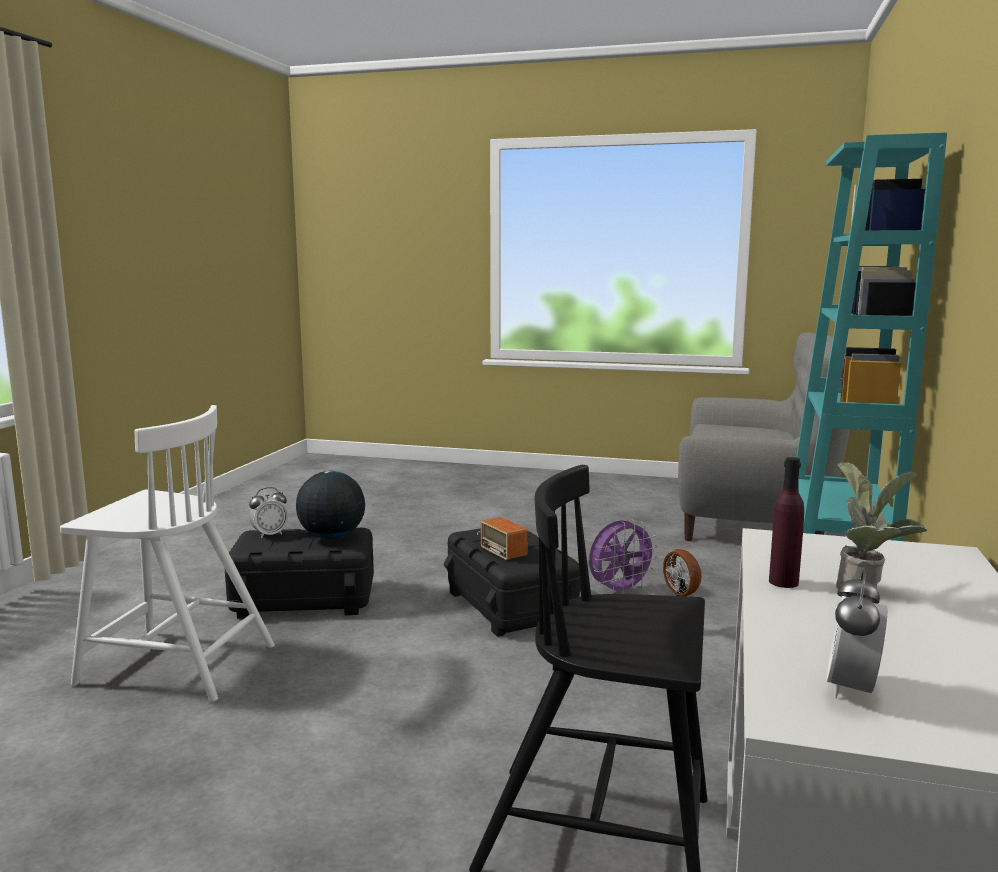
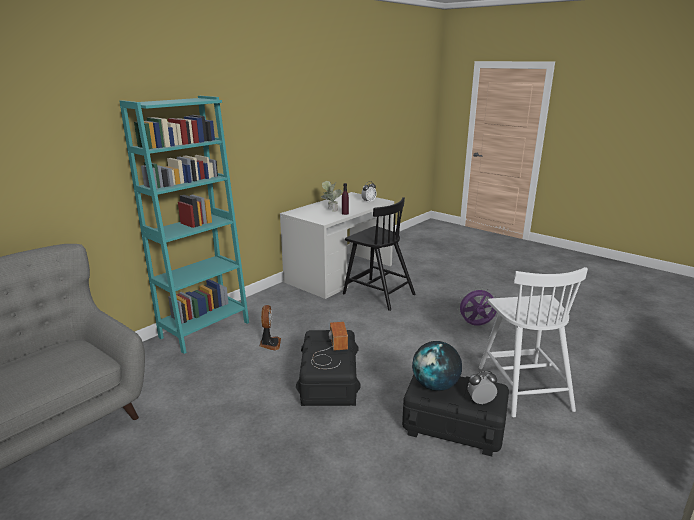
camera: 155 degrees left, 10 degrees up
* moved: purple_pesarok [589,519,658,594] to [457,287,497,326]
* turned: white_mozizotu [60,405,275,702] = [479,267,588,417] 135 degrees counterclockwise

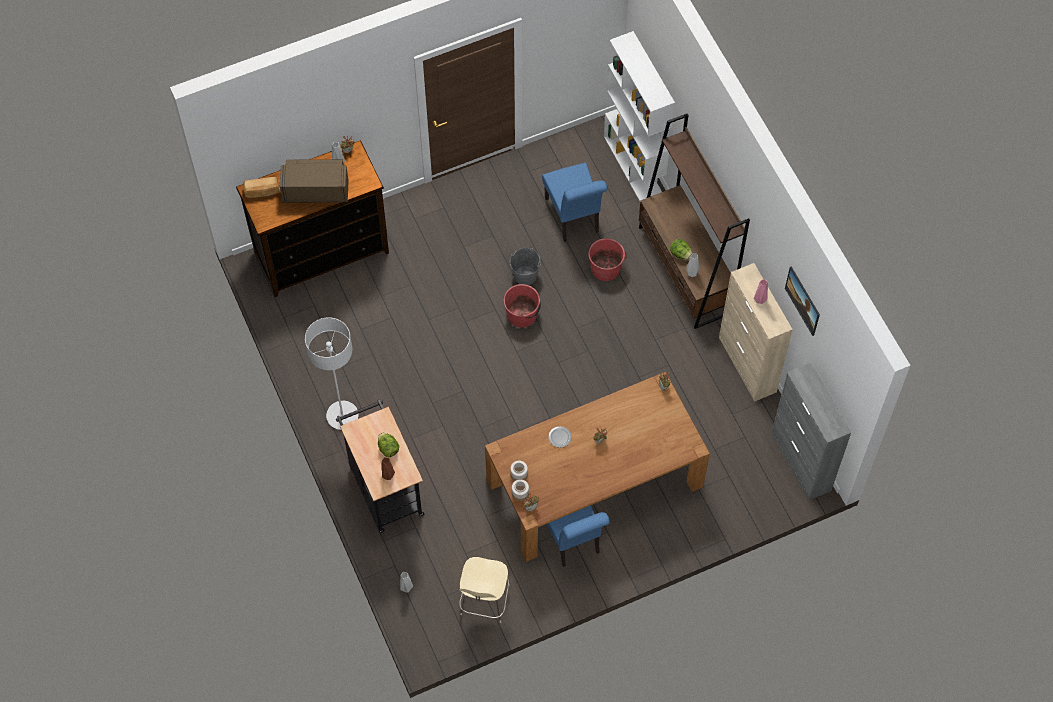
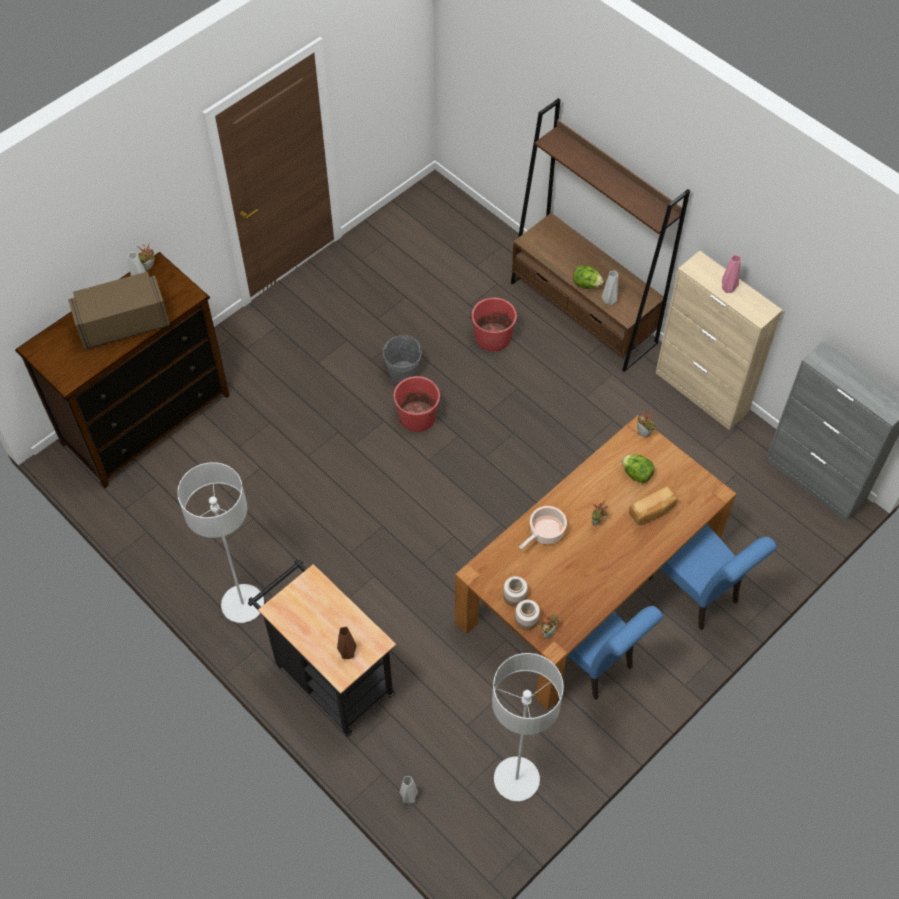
camera: 20 degrees left, 5 degrees down
* replaced: beige_mozizotu [459,557,510,623] to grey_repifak [492,653,564,801]
* replaced: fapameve [548,426,572,448] to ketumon [519,506,567,549]
* moved: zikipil [378,433,399,457] to [622,455,655,483]
* moved: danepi [243,177,279,198] to [629,487,678,525]
* moved: blue_mozizotu [542,162,607,242] to [648,524,777,630]
* removed: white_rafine [604,31,675,201]
* removed: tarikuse [785,266,820,336]

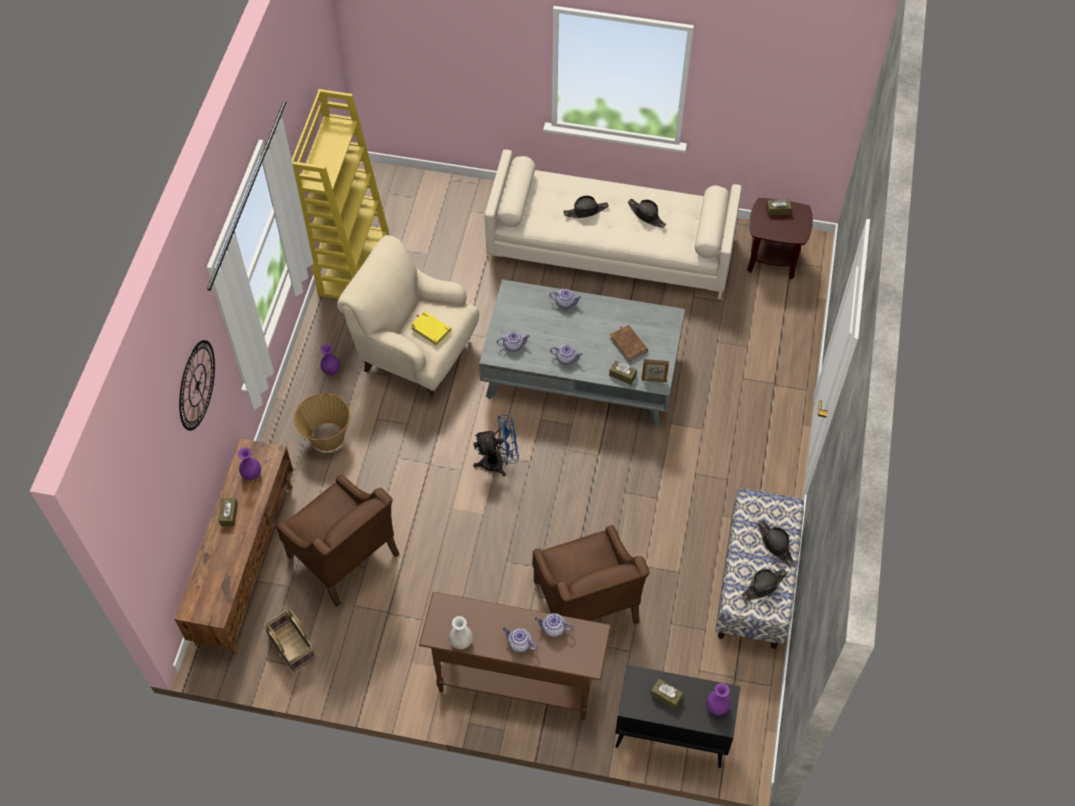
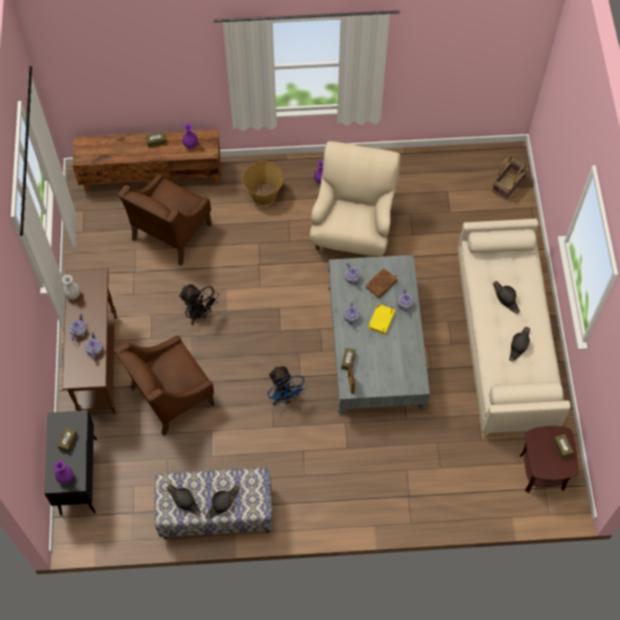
camera: 75 degrees right, 5 degrees up
* added: black_pesarok [179,284,219,325]
* moved: blue_pesarok [473,415,519,476] to [268,366,308,406]
* moved: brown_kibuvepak [610,325,648,362] to [365,268,397,299]
* moved: yellow_kibuvepak [410,311,451,346] to [368,304,396,335]
* moved: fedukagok [263,610,315,672] to [492,156,528,200]
* removed: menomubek [179,340,215,431]
* removed: yellow_rafine [292,89,389,299]

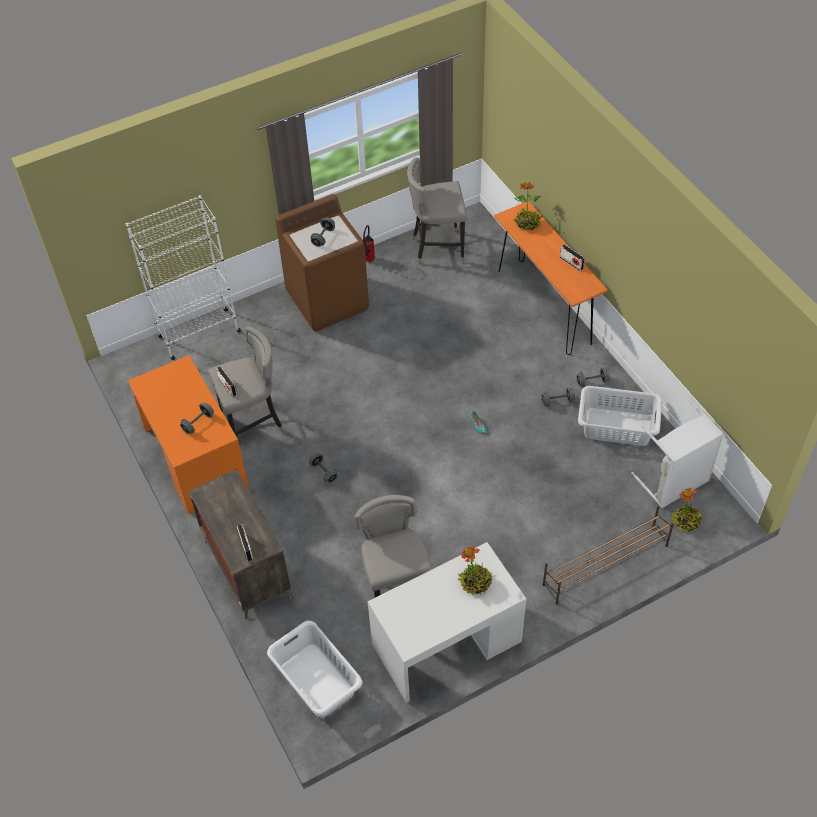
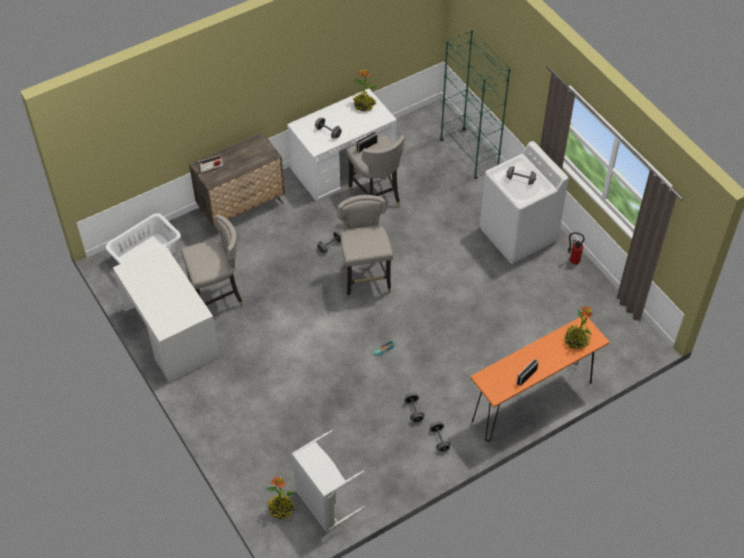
camera: 85 degrees right, 0 degrees up
* recoloured: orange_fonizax [128,355,249,514] to white_fonizax [287,89,397,201]
* moved: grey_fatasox [407,157,467,264] to [338,195,393,299]
* moved: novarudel [458,546,493,595] to [353,70,377,111]
* recoloured: white_rafine [126,195,241,360] to green_rafine [440,29,511,179]
* recoloured: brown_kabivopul [275,194,369,332] to white_kabivopul [480,141,569,264]
* removed: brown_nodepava [542,506,674,604]
* removed: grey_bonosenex [578,386,662,446]

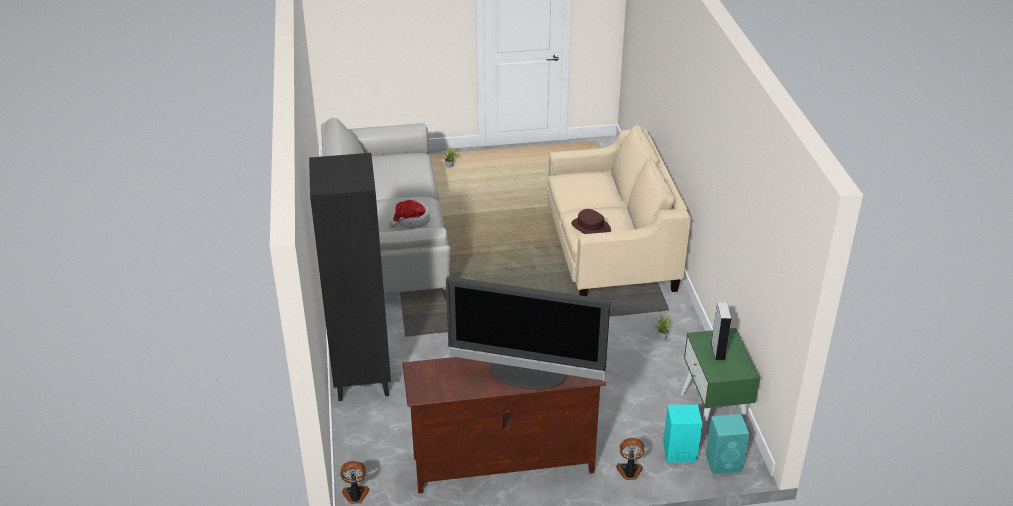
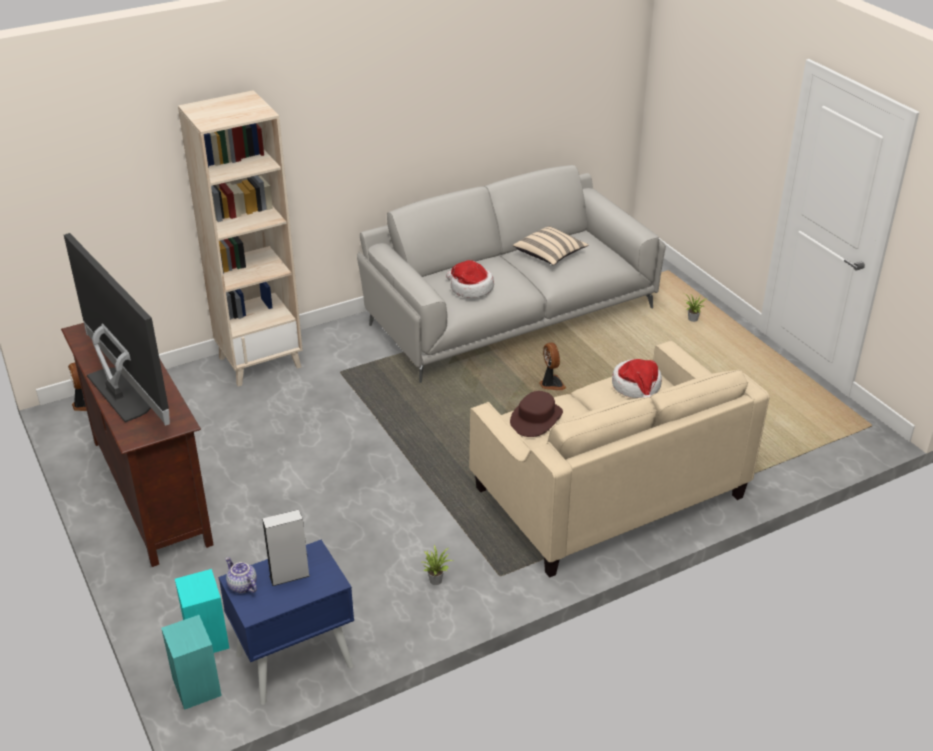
camera: 70 degrees right, 0 degrees up
* turned: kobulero [446,276,611,389] = [64,233,170,426] 150 degrees clockwise
* recoloured: black_rafine [309,153,391,401] to beige_rafine [178,90,303,387]
* recoloured: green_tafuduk [681,328,760,440] to blue_tafuduk [218,540,354,705]
* added: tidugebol [225,557,257,593]
* added: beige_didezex [513,226,589,265]
* moved: pesarok [616,438,644,480] to [539,342,566,390]
* added: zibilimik [612,359,662,398]

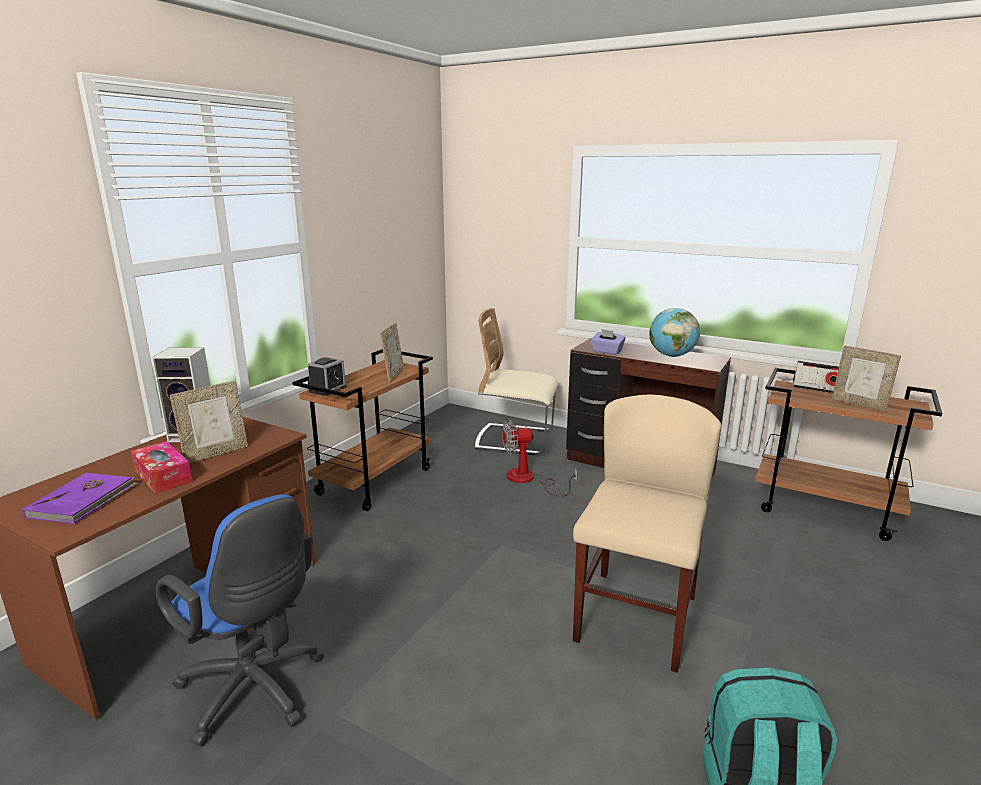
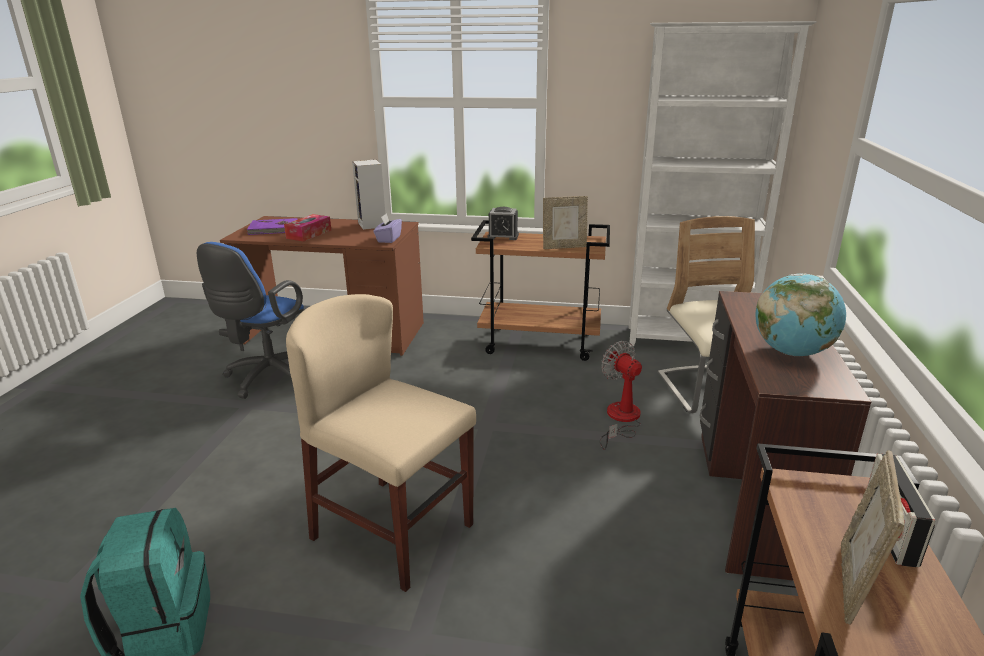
camera: 70 degrees right, 5 degrees up
* turned: beige_mozizotu [573,395,721,673] = [286,294,476,592] 150 degrees counterclockwise
* moved: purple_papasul [591,329,625,355] to [374,213,402,243]
* added: white_rafine [628,21,817,347]
* removed: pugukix [170,381,248,464]

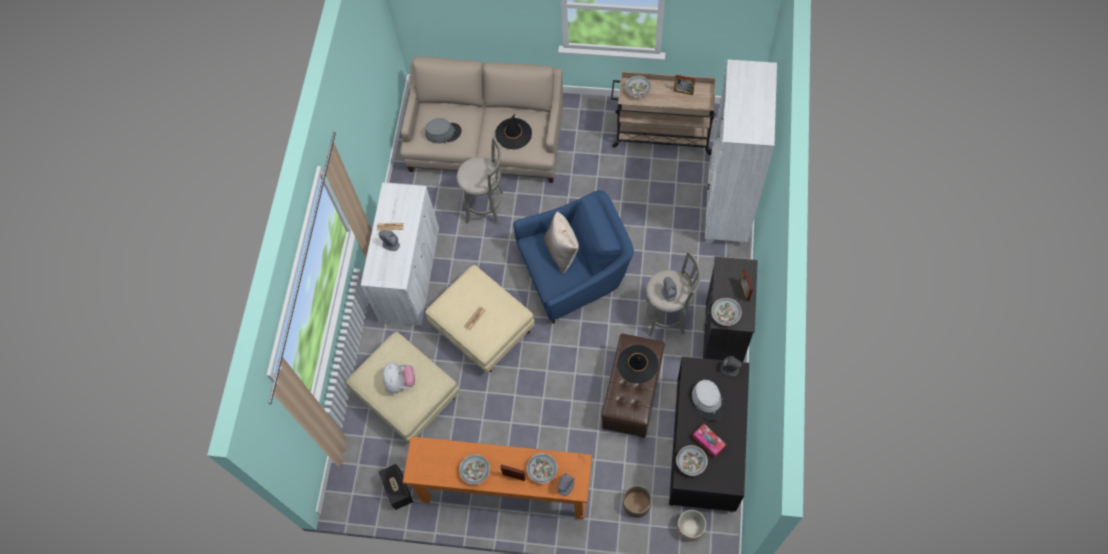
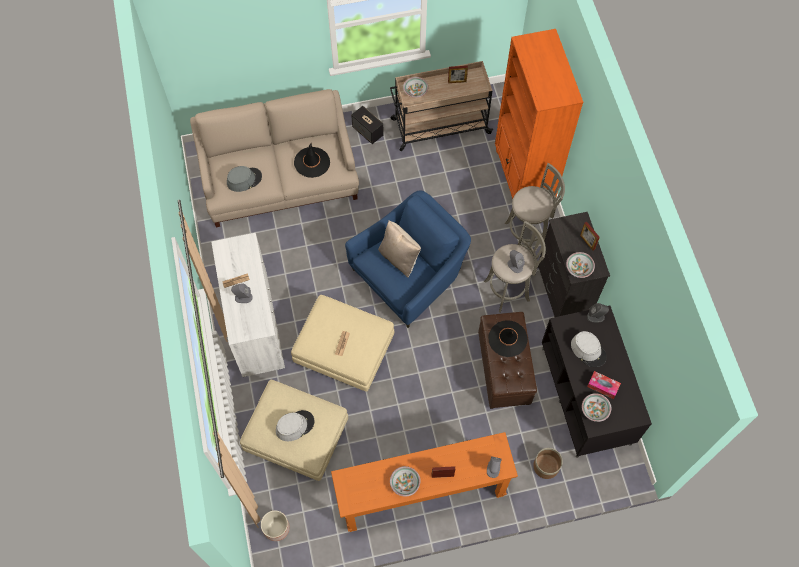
camera: 25 degrees left, 0 degrees up
* moved: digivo [677,510,706,542] to [261,510,290,541]
* replaced: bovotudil [383,362,415,393] to grey_zibilimik [276,410,314,441]
* moved: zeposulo [379,464,413,510] to [351,106,384,144]
* recoloured: white_rafine [705,60,777,246] to orange_rafine [495,29,583,199]
* moved: grey_fatasox [457,137,503,225] to [505,163,565,244]
* removed: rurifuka [526,453,558,484]

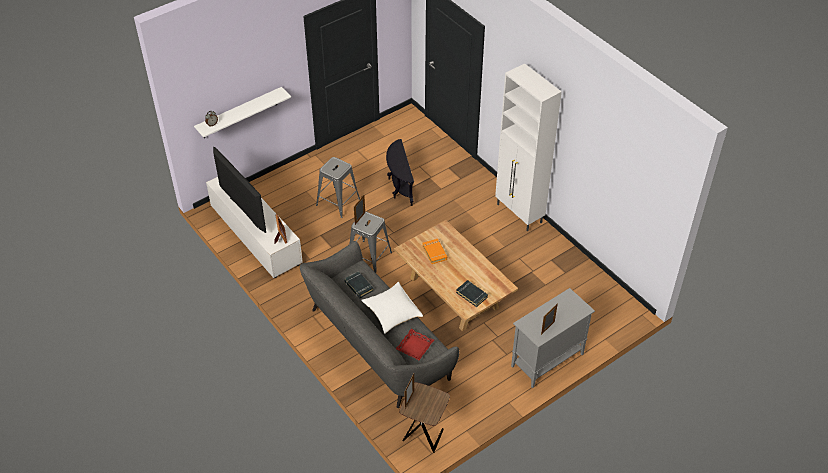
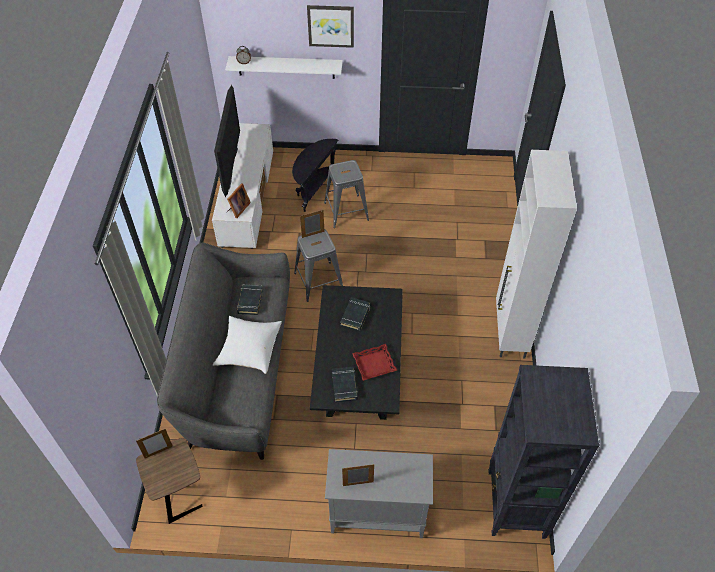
camera: 40 degrees right, 5 degrees up
* moved: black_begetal [386,139,414,206] to [292,139,339,212]
* added: tarikuse [307,5,354,48]
* recoloured: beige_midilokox [394,220,518,331] to black_midilokox [310,285,403,420]
* recoloured: orange_kibuvepak [422,239,447,264] to black_kibuvepak [340,297,371,331]
* moved: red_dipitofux [396,329,434,360] to [352,344,397,381]
* added: black_rafine [488,365,599,539]

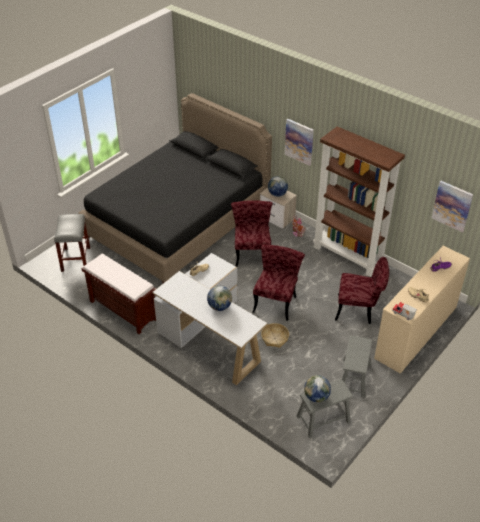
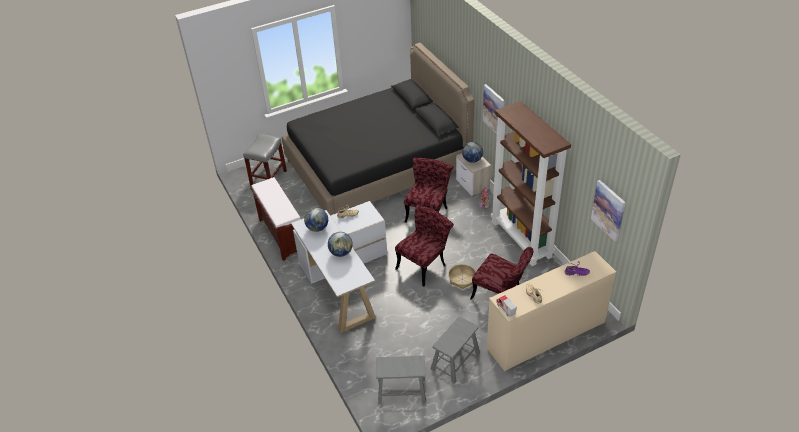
camera: 25 degrees right, 0 degrees up
* moved: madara [304,375,331,403] to [304,208,328,232]
* moved: fedukagok [261,323,289,348] to [448,264,476,289]

